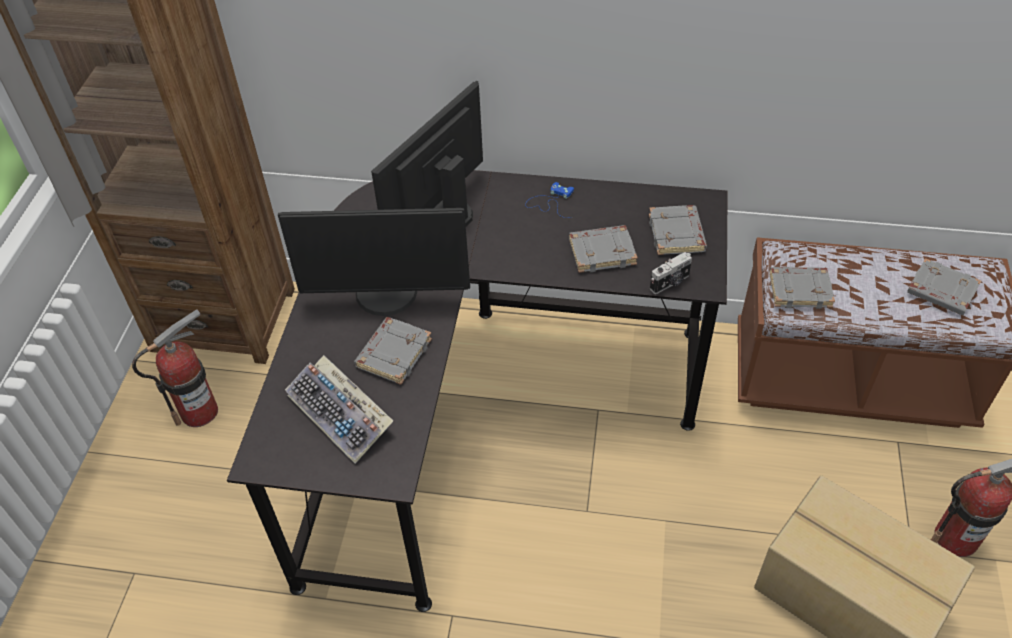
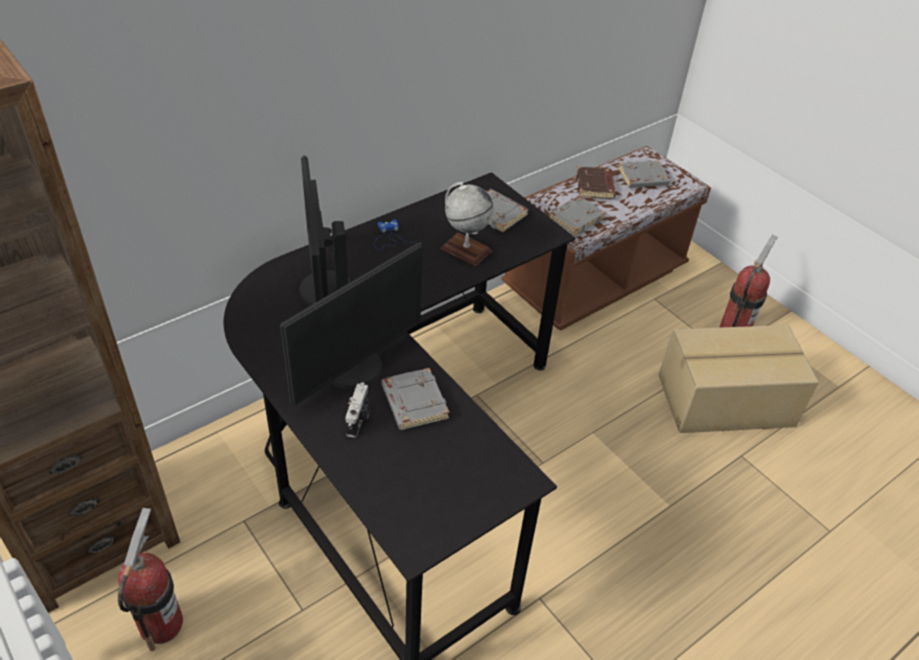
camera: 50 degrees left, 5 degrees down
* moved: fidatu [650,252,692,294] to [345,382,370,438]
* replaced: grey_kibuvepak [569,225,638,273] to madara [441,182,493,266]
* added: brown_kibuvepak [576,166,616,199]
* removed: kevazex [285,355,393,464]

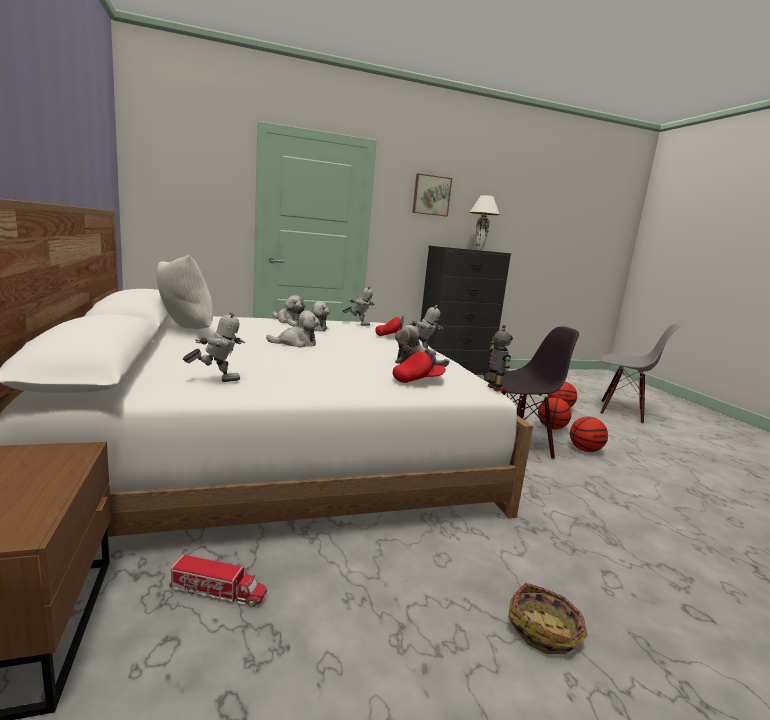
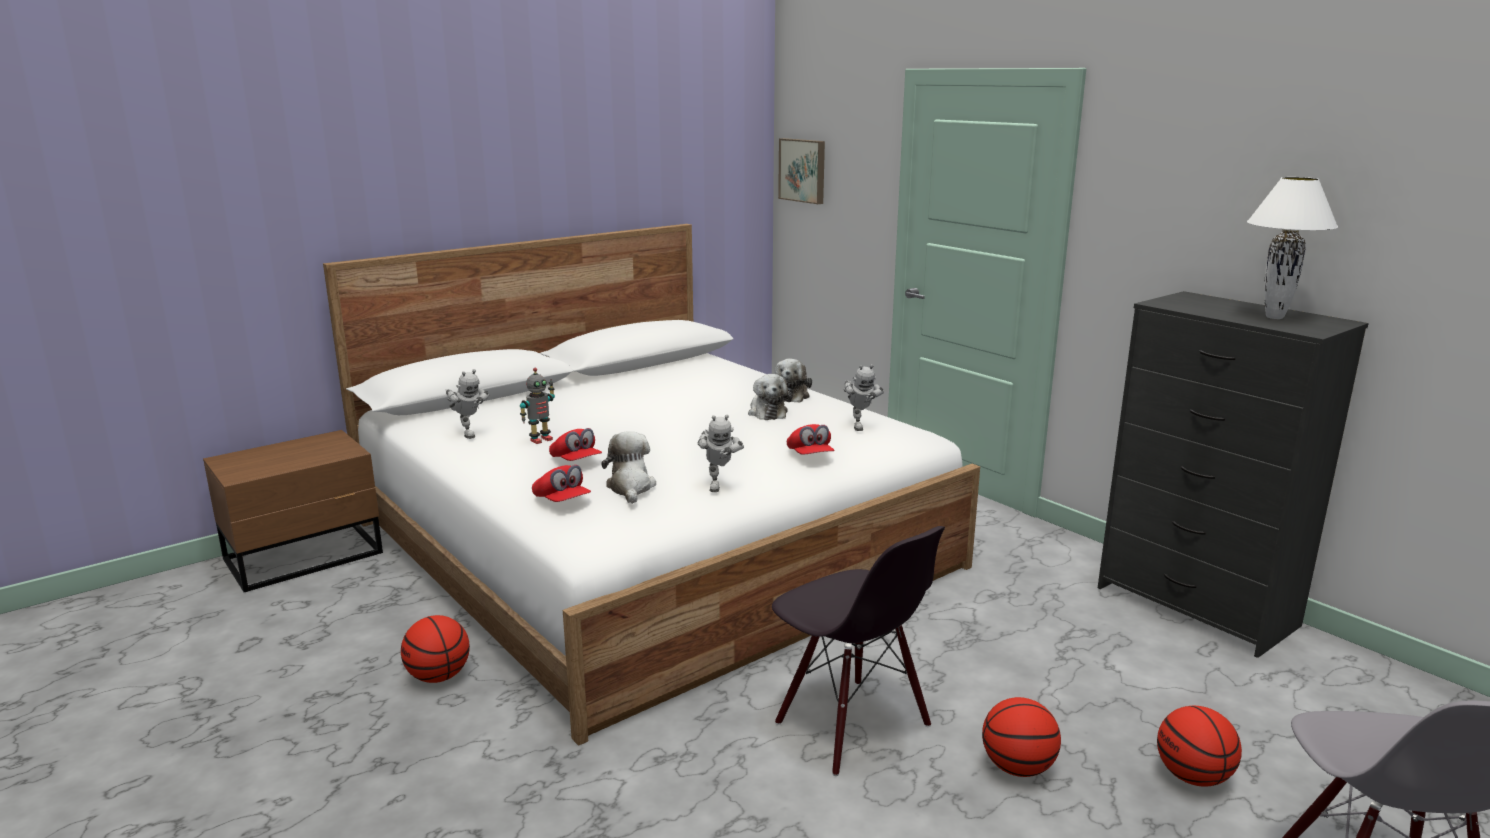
camera: 70 degrees right, 5 degrees up
* moved: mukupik [570,417,608,452] to [401,615,470,683]
* moved: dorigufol [488,325,513,391] to [520,368,555,444]
* added: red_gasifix [549,428,602,461]
* moved: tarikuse [413,174,452,216] to [778,138,825,204]
* removed: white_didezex [157,255,213,329]
* removed: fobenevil [169,555,267,607]
* removed: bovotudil [266,310,320,348]
* removed: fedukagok [508,583,588,654]

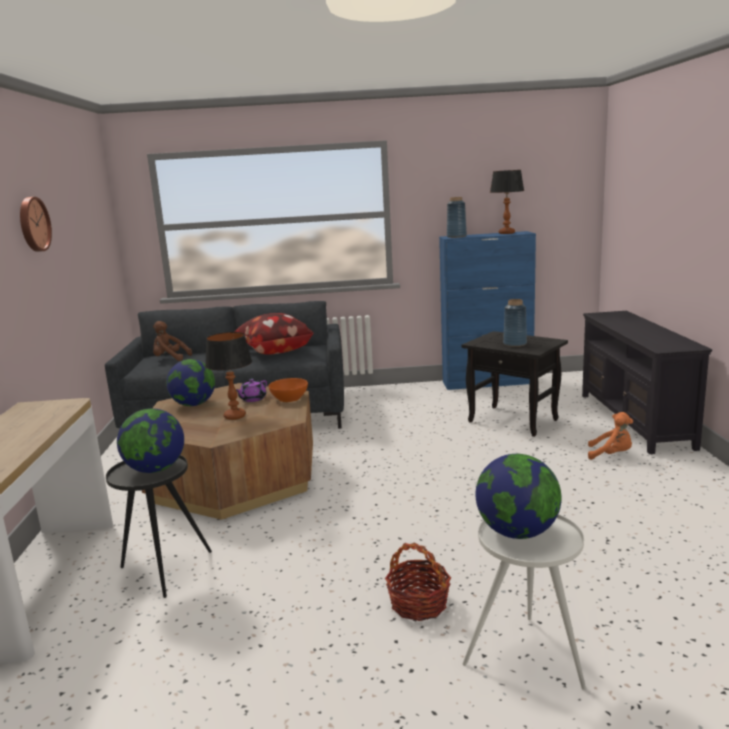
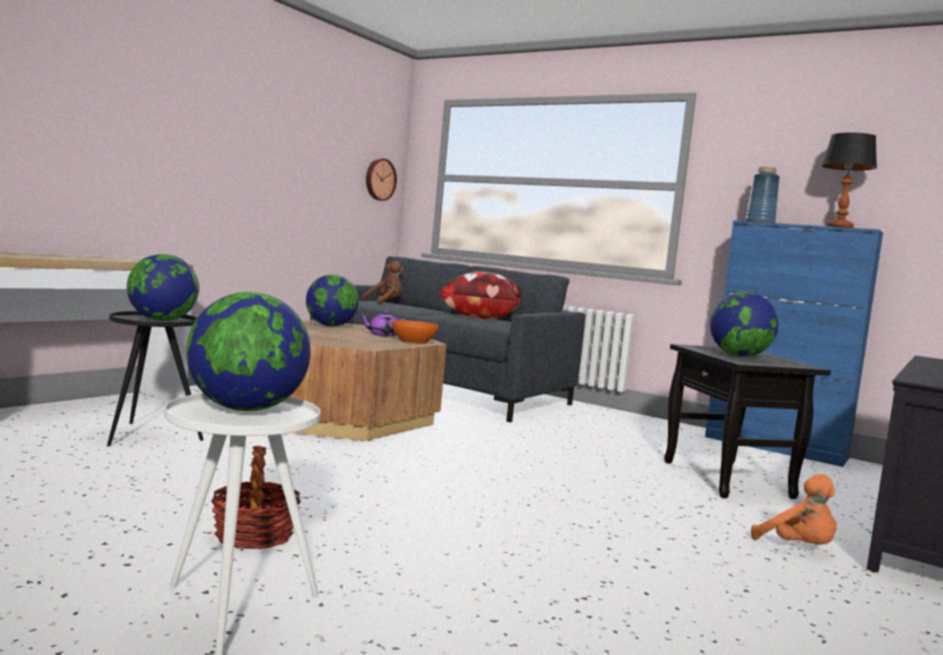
camera: 35 degrees right, 10 degrees down
* turned: brown_bovotudil [153,321,192,361] = [362,261,404,305] 90 degrees clockwise
* moved: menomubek [20,197,52,252] to [366,158,397,201]
* replaced: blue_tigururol [503,299,527,347] to madara [710,292,779,357]
* removed: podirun [205,332,252,420]

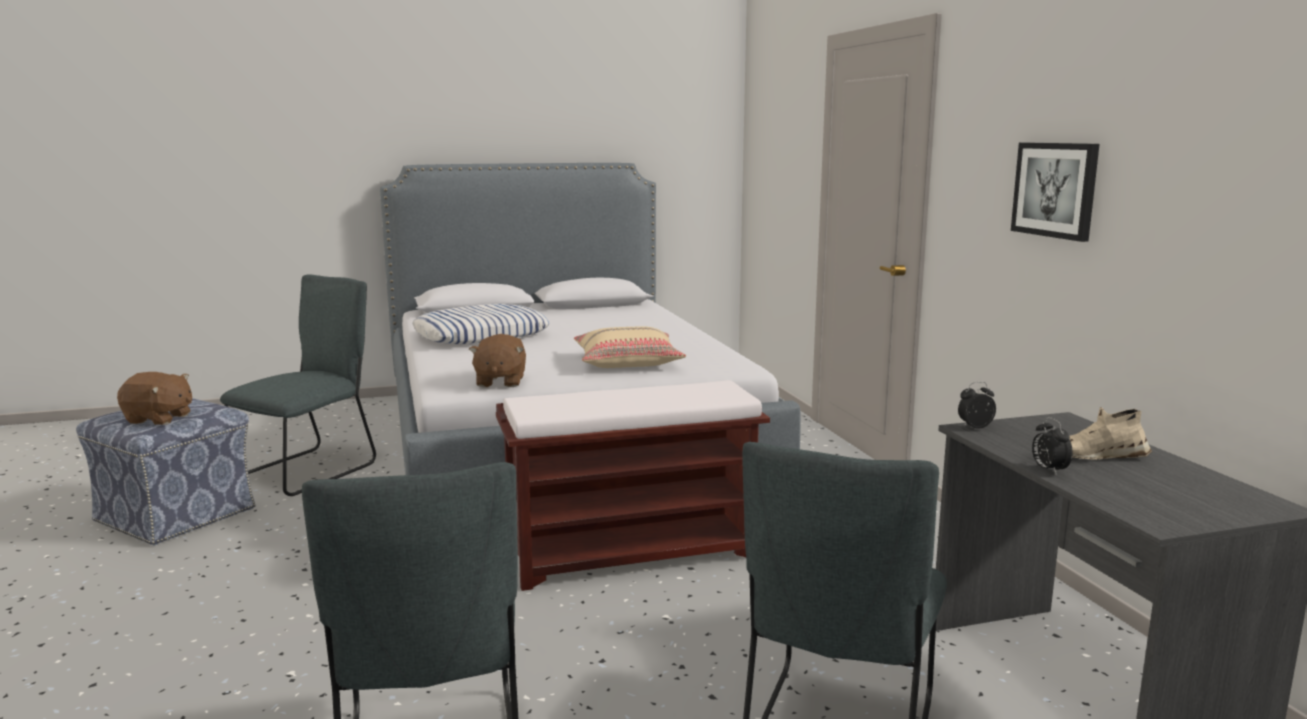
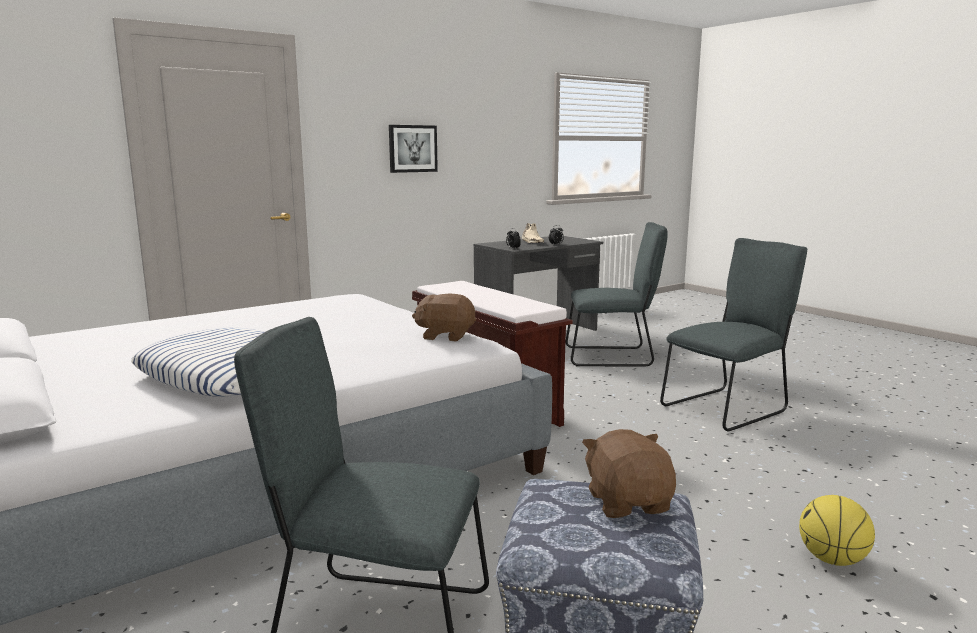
camera: 110 degrees left, 0 degrees up
* turned: brown_bovotudil [469,334,526,387] = [412,294,476,341] 150 degrees counterclockwise
* added: mukupik [799,495,875,566]
* removed: beige_didezex [574,327,686,368]

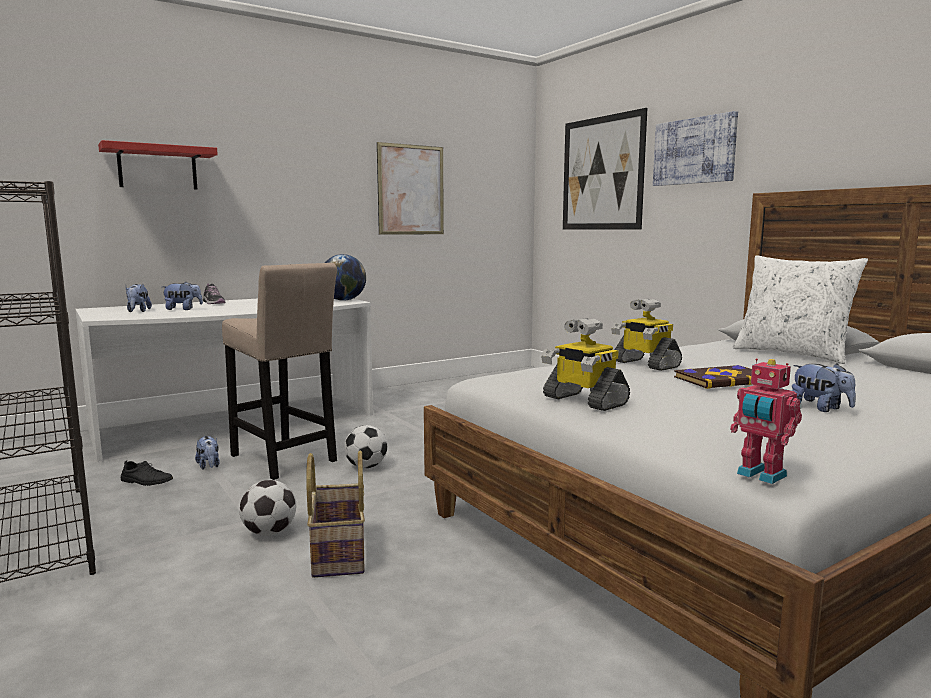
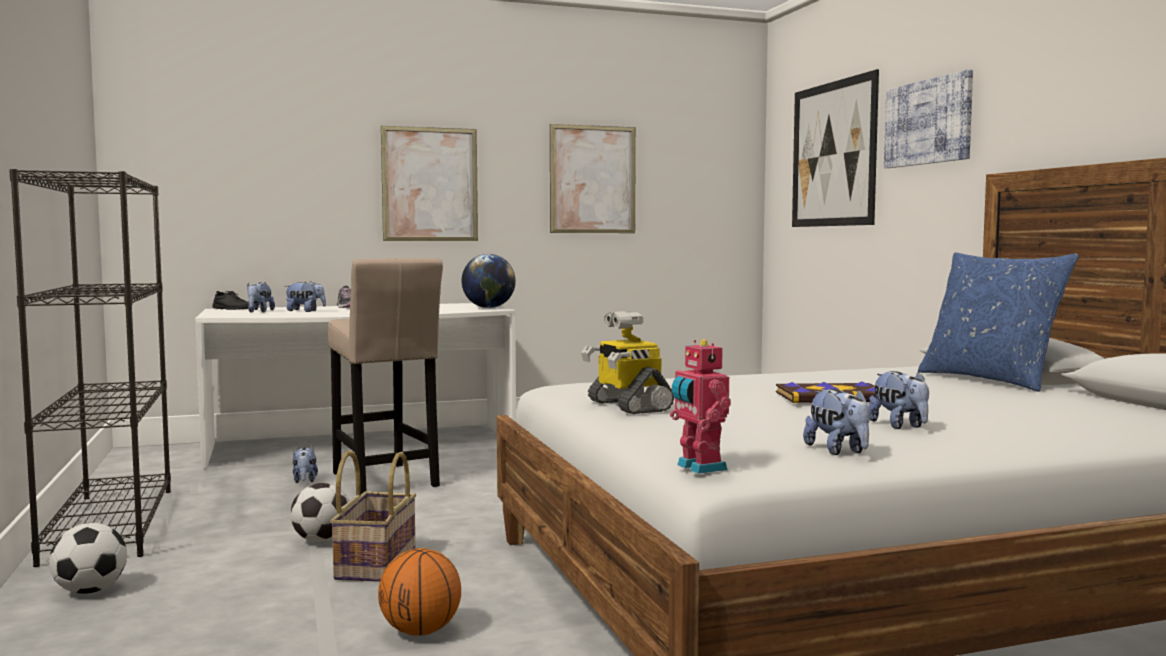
camera: 15 degrees right, 5 degrees down
* moved: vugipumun [344,425,387,468] to [49,523,127,594]
* moved: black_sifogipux [121,461,173,486] to [213,291,248,310]
* added: mukupik [378,548,461,636]
* added: tarikuse [381,126,478,241]
* added: bovotudil [803,389,870,455]
* recoloured: white_didezex [733,255,868,364] to blue_didezex [918,252,1079,392]
* removed: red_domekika [98,140,218,190]
* removed: dorigufol [611,299,682,371]

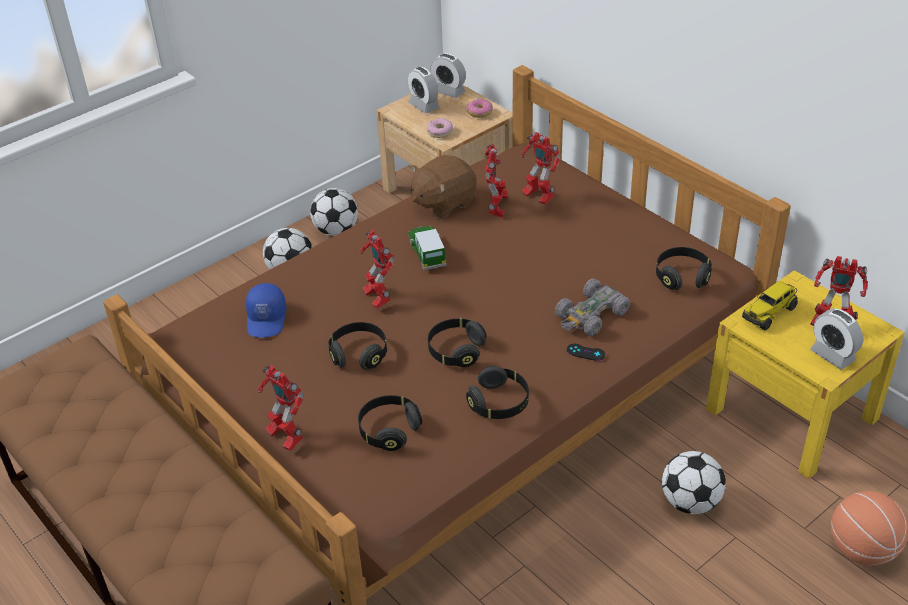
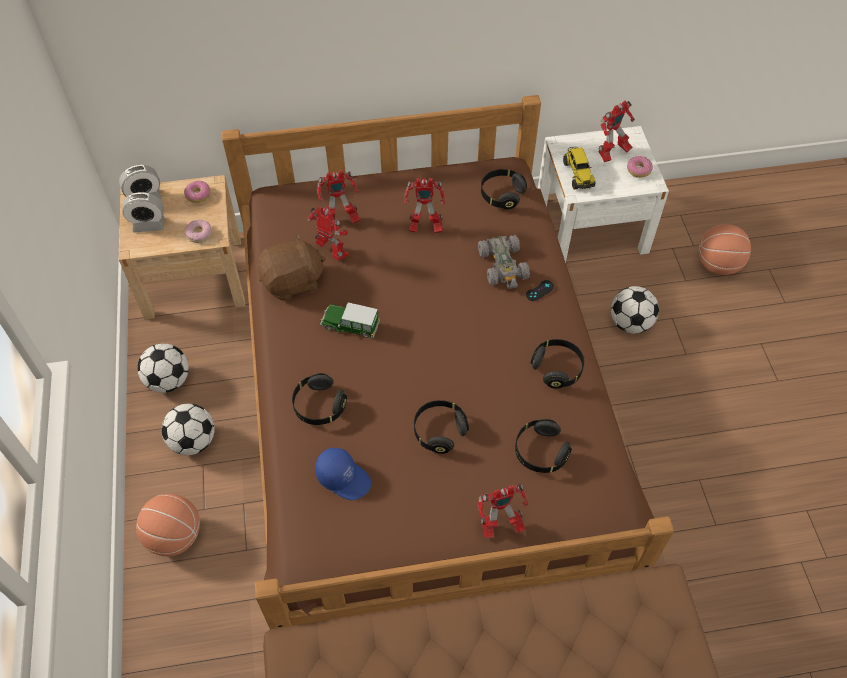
camera: 60 degrees left, 15 degrees up
* added: mukupik [136,494,200,556]
* turned: brown_bovotudil [411,155,477,219] = [257,234,326,301] 105 degrees counterclockwise
* moved: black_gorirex [428,319,486,367] to [292,373,347,425]
* moved: dorigufol [359,230,395,309] to [404,178,445,234]
* recoloured: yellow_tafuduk [706,270,905,479] to white_tafuduk [538,126,669,263]
* replaced: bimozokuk [810,308,863,370] to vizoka [627,156,653,178]

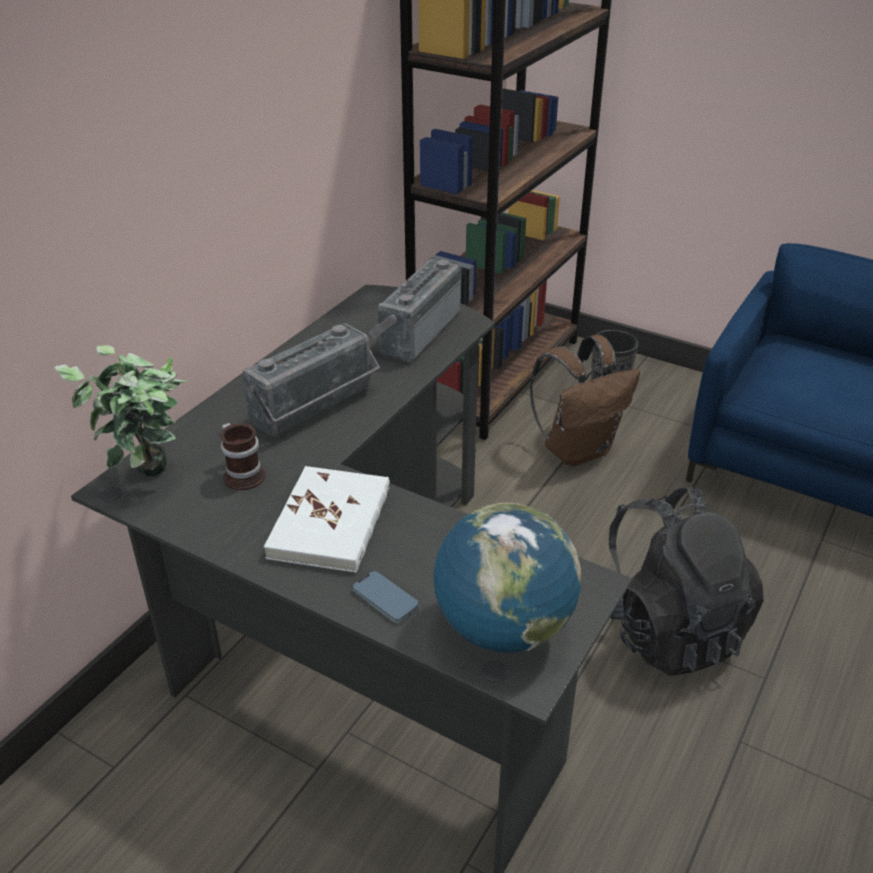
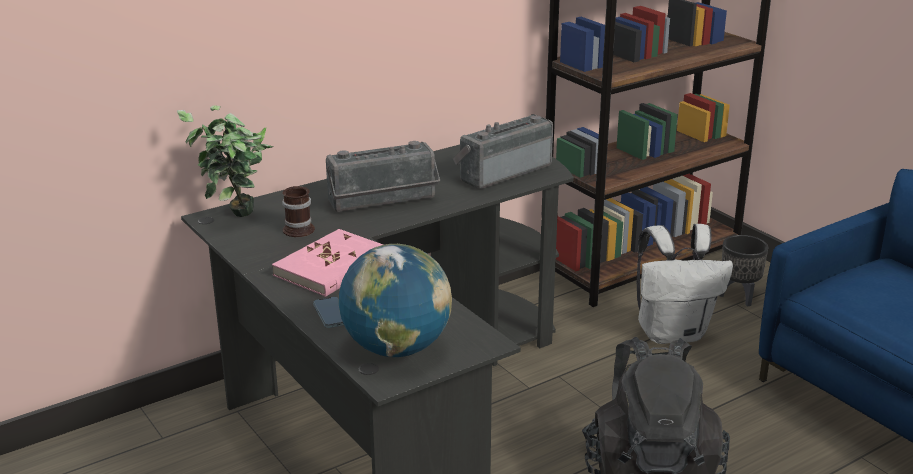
camera: 25 degrees right, 10 degrees down
* recoloured: white_kibuvepak [264,466,390,573] to pink_kibuvepak [272,229,383,297]
* recoloured: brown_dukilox [530,335,640,466] to white_dukilox [637,224,733,344]

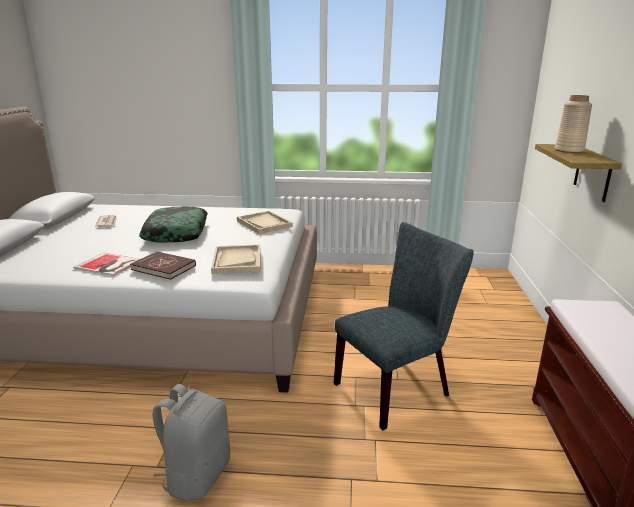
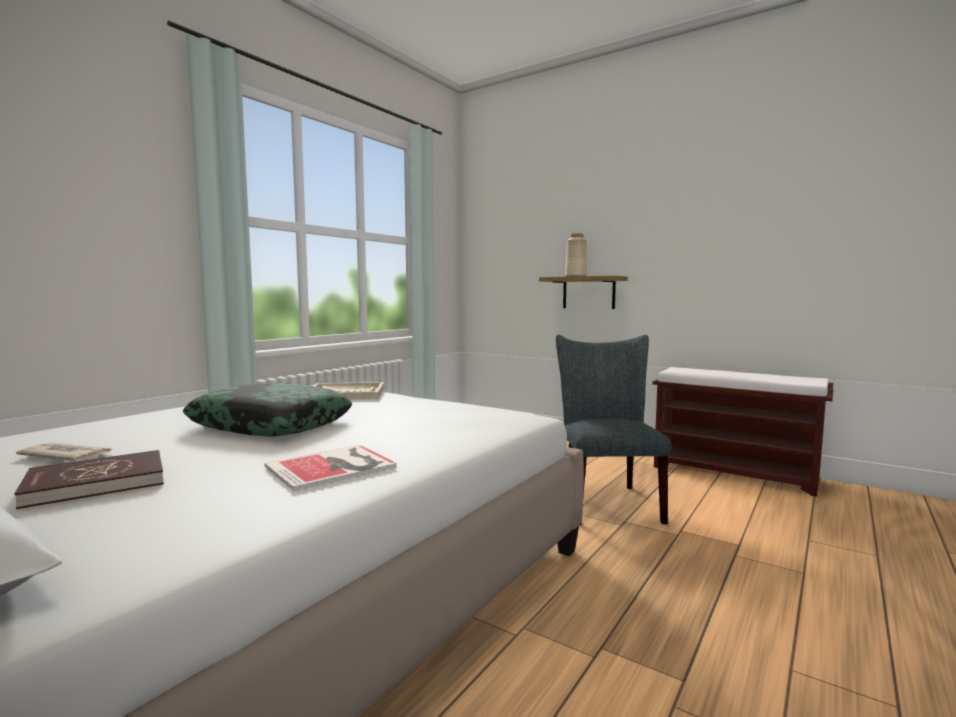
camera: 60 degrees left, 15 degrees down
* moved: red_kibuvepak [130,251,196,280] to [14,450,164,509]
* removed: grey_dukilox [152,384,230,501]
* removed: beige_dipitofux [211,244,261,274]

